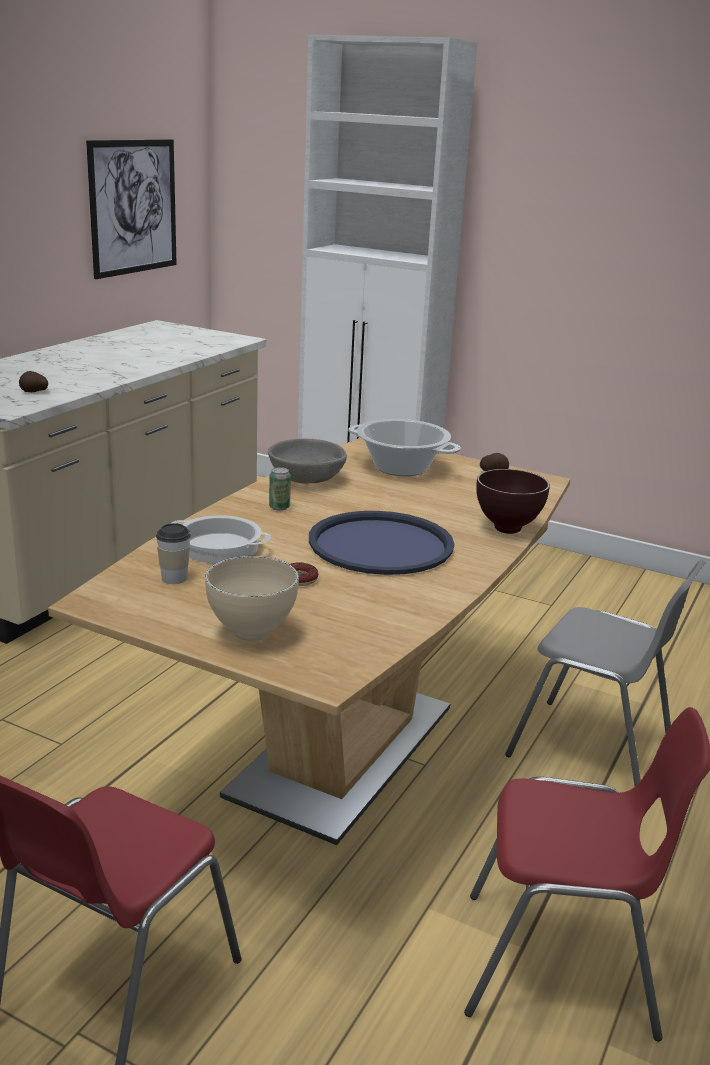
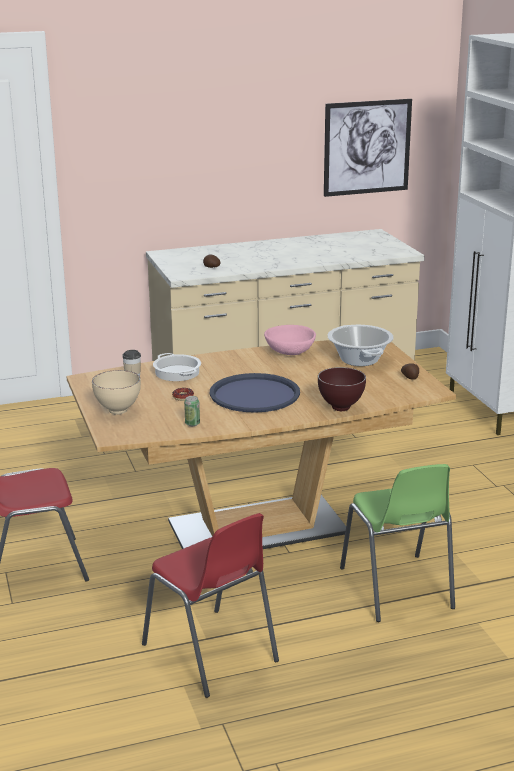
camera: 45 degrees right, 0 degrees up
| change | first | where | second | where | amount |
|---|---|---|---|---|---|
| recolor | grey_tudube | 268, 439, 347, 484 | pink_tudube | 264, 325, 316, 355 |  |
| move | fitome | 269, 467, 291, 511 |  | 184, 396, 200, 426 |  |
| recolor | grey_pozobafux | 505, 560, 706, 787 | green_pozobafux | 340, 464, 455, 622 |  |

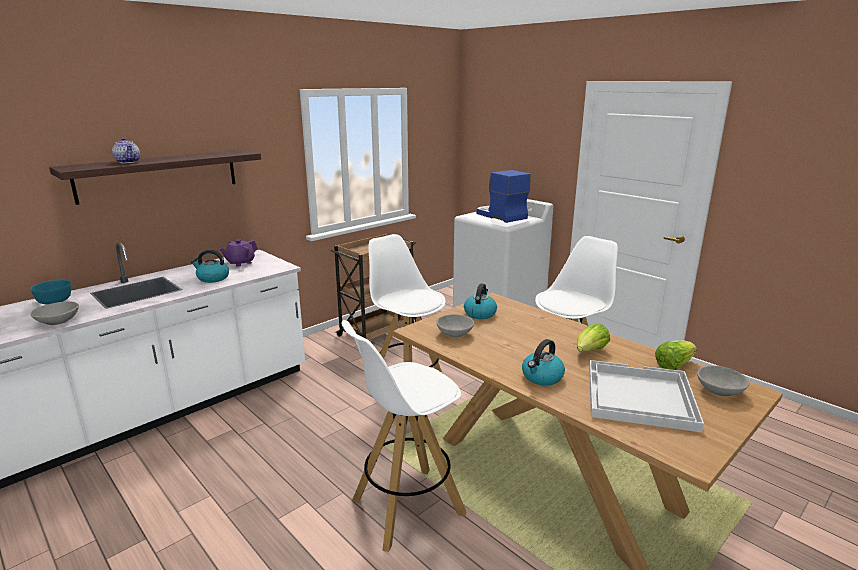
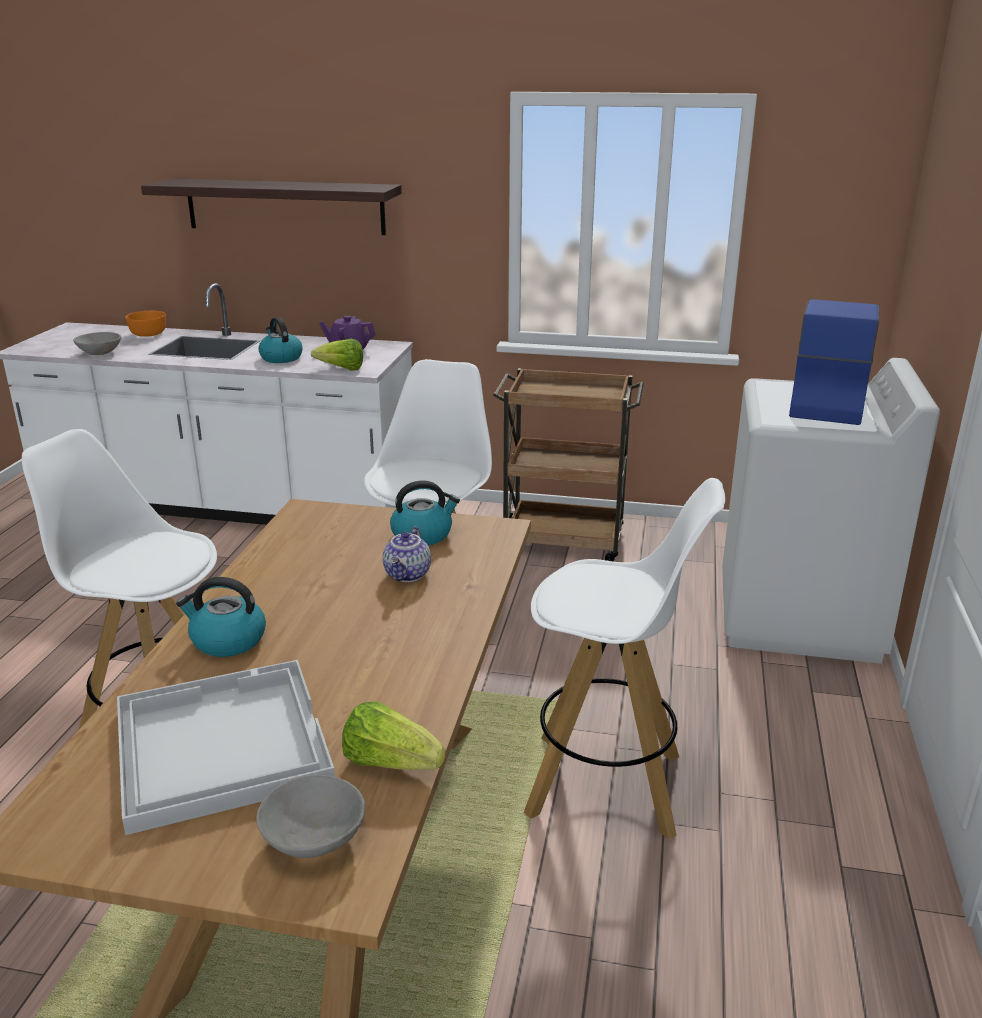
camera: 55 degrees right, 5 degrees up
| change | first | where | second | where | amount |
|---|---|---|---|---|---|
| move | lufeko | 112, 138, 140, 163 |  | 383, 526, 431, 582 |  |
| recolor | turquoise_tudube | 30, 280, 71, 304 | orange_tudube | 125, 311, 166, 337 |  |
| delete | grey_tudube | 436, 314, 474, 337 |  |  |  |
| move | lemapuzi | 577, 323, 610, 352 |  | 311, 339, 363, 370 |  |

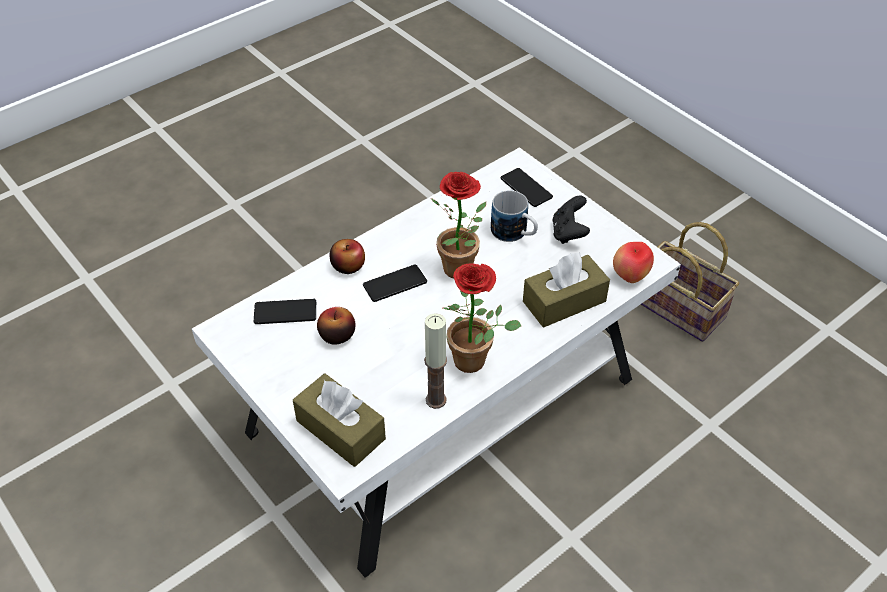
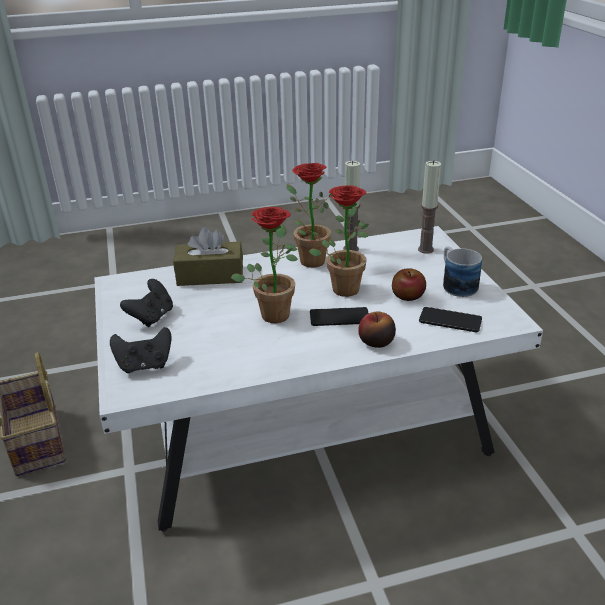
camera: 155 degrees left, 15 degrees down
| change | first | where | second | where | amount |
|---|---|---|---|---|---|
| replace | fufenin | 501, 168, 553, 207 | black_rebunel | 110, 327, 171, 373 |  |
| move | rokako | 491, 190, 538, 242 |  | 443, 246, 482, 297 |  |
| delete | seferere | 613, 242, 654, 283 |  |  |  |
| replace | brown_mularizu | 293, 373, 386, 467 | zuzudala | 418, 160, 441, 253 |  |
| insert |  |  | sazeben | 309, 185, 369, 297 |  |

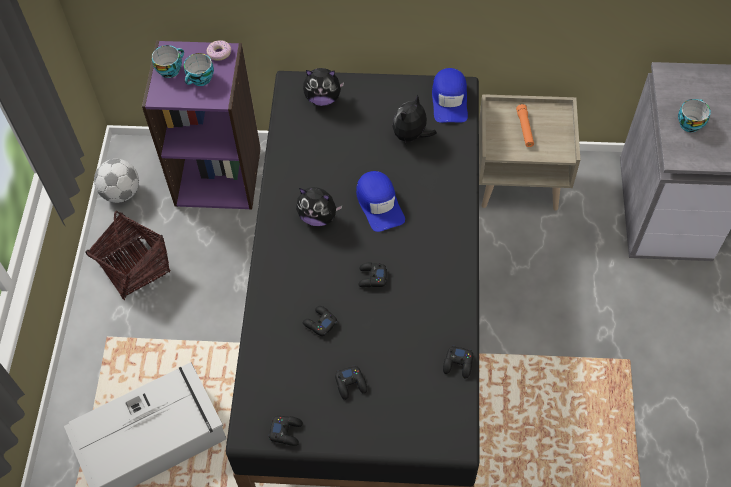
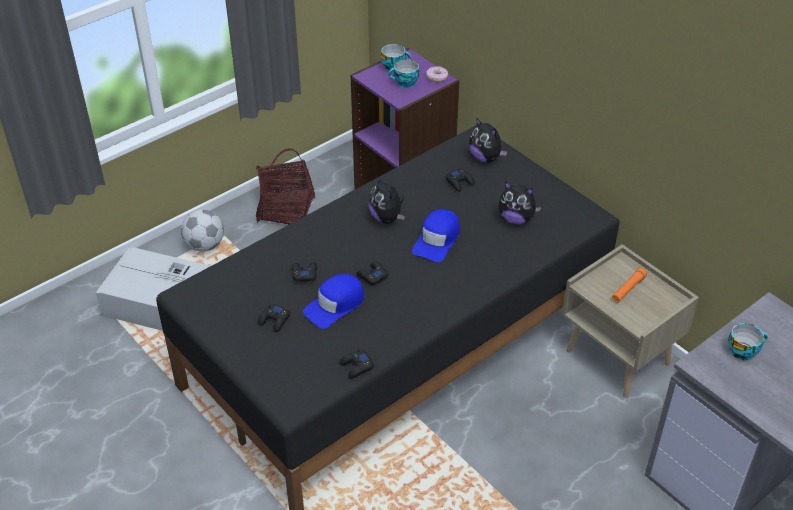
camera: 45 degrees right, 15 degrees down
| change | first | where | second | where | amount |
|---|---|---|---|---|---|
| move | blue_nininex | 432, 68, 468, 123 |  | 303, 274, 364, 329 |  |
| rotate | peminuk | 392, 94, 437, 146 |  | 498, 181, 542, 224 | 150 degrees counterclockwise |
| move | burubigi | 94, 159, 139, 203 |  | 181, 209, 224, 252 |  |
| move | black_rebunel | 268, 416, 303, 446 |  | 446, 169, 474, 191 |  |

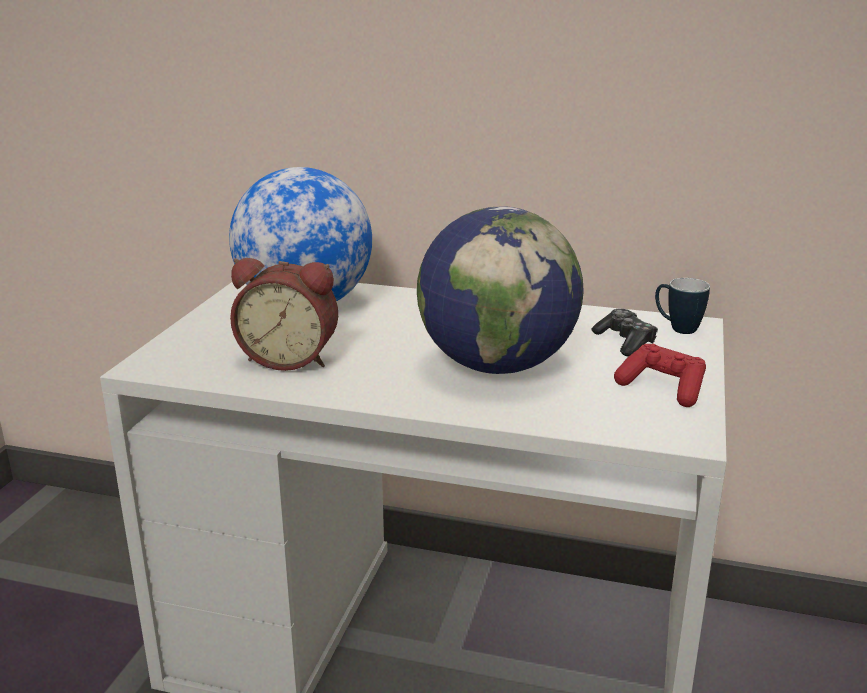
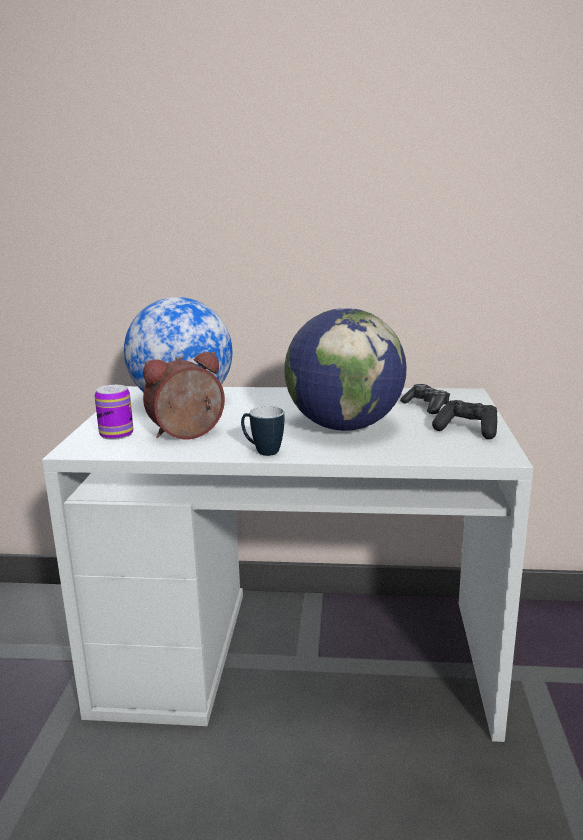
camera: 10 degrees left, 5 degrees down
| change | first | where | second | where | amount |
|---|---|---|---|---|---|
| rotate | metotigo | 230, 258, 338, 371 |  | 143, 351, 225, 439 | 150 degrees clockwise |
| move | rokako | 655, 278, 710, 334 |  | 241, 406, 285, 456 |  |
| recolor | red_rebunel | 614, 343, 706, 407 | black_rebunel | 432, 400, 497, 439 |  |
| insert |  |  | fitome | 95, 385, 133, 440 |  |

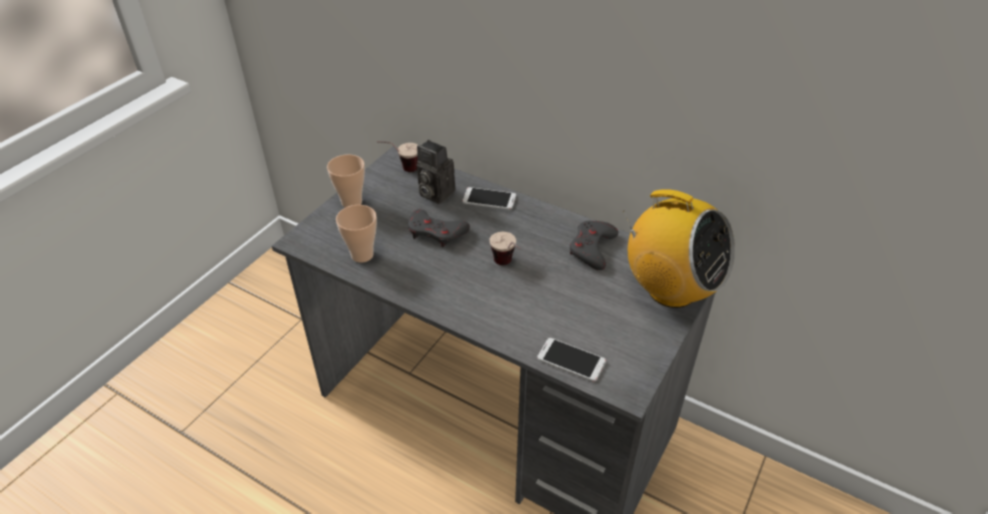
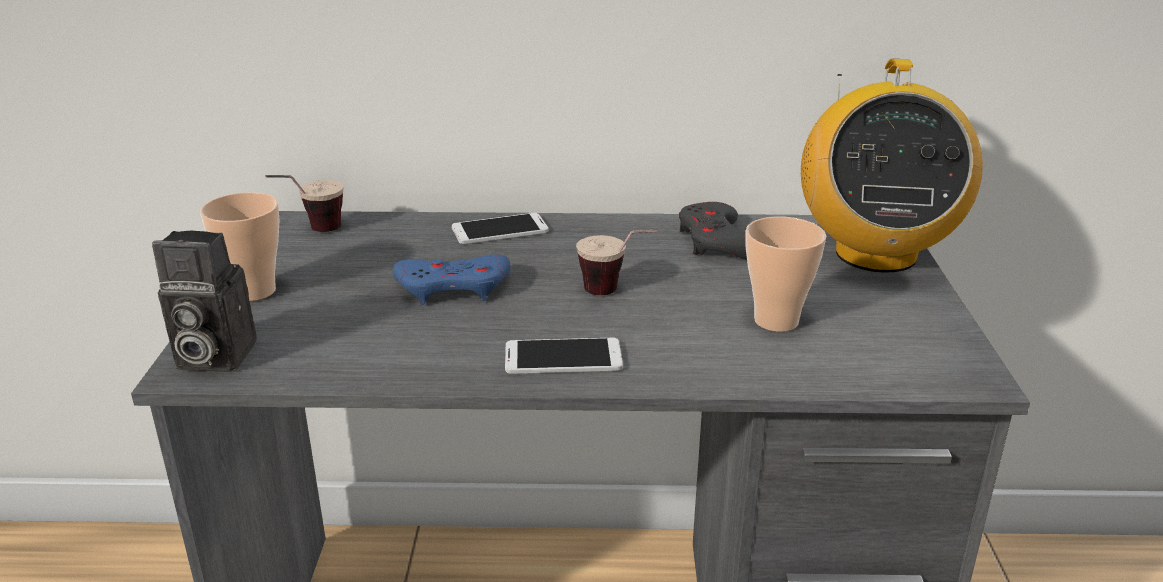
camera: 30 degrees left, 15 degrees down
| change | first | where | second | where | amount |
|---|---|---|---|---|---|
| move | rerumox | 417, 140, 455, 204 |  | 152, 231, 257, 372 |  |
| rotate | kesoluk | 622, 189, 735, 308 |  | 801, 59, 983, 273 | 90 degrees clockwise |
| move | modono | 336, 205, 377, 263 |  | 746, 217, 826, 332 |  |
| recolor | grey_rebunel | 408, 209, 470, 247 | blue_rebunel | 393, 254, 510, 305 |  |
| move | fufenin | 537, 338, 606, 382 |  | 505, 338, 623, 374 |  |

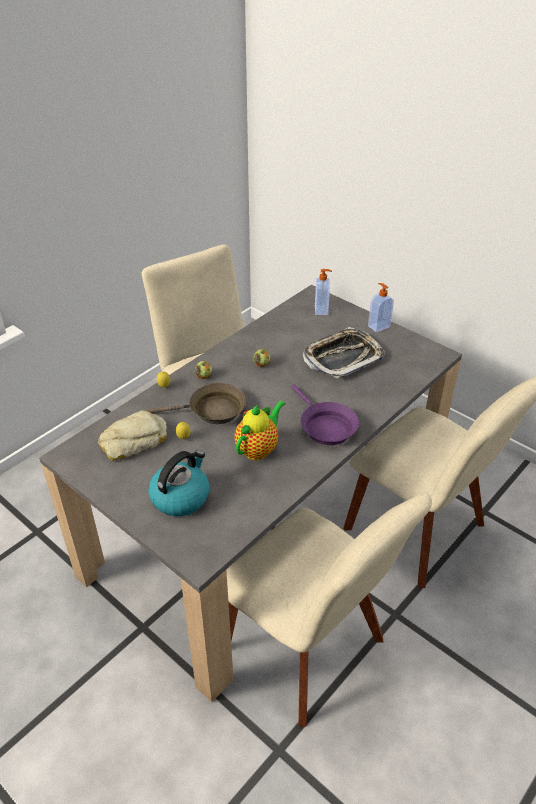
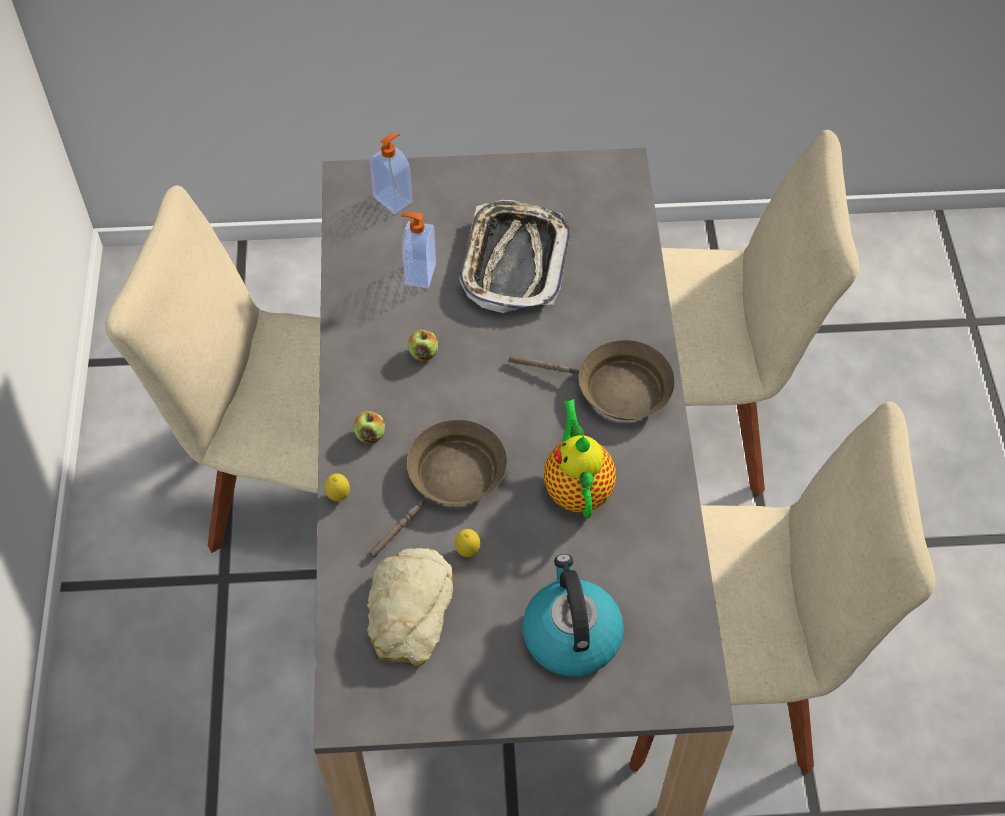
camera: 45 degrees left, 15 degrees up
| change | first | where | second | where | amount |
|---|---|---|---|---|---|
| move | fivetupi | 368, 283, 394, 332 |  | 401, 212, 436, 289 |  |
| recolor | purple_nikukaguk | 291, 384, 359, 445 | brown_nikukaguk | 509, 340, 675, 420 |  |

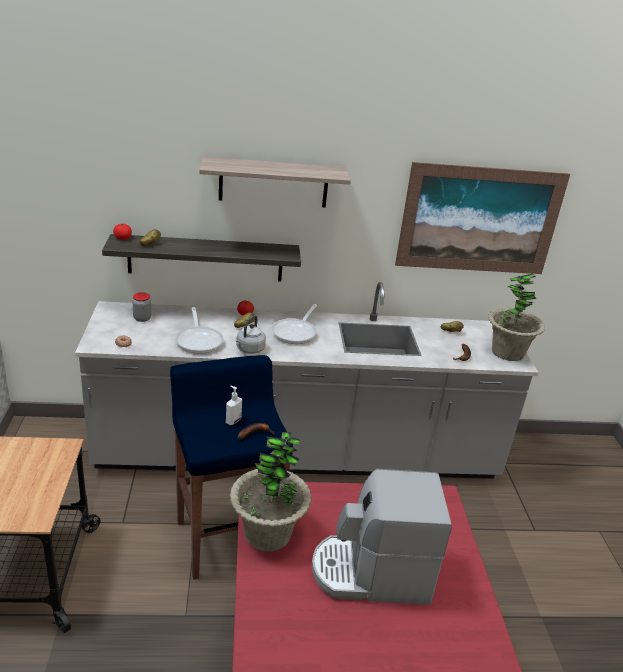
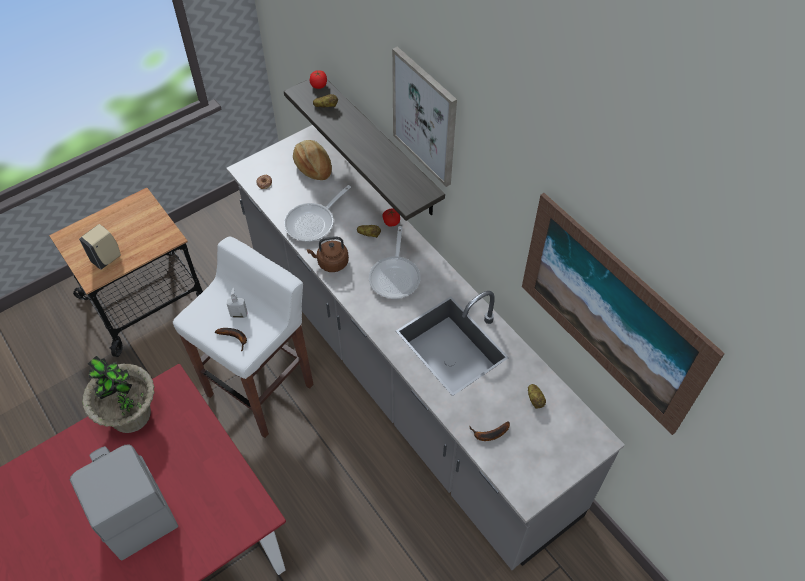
camera: 60 degrees right, 25 degrees up
| change | first | where | second | where | amount |
|---|---|---|---|---|---|
| replace | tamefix | 199, 157, 351, 208 | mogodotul | 392, 47, 457, 187 |  |
| delete | sazeben | 488, 273, 545, 361 |  |  |  |
| replace | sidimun | 132, 292, 151, 322 | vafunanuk | 293, 140, 332, 180 |  |
| rotate | nikukaguk | 271, 304, 317, 344 |  | 369, 226, 421, 299 | 75 degrees counterclockwise |
| recolor | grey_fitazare | 236, 315, 266, 354 | brown_fitazare | 307, 237, 349, 272 |  |
| recolor | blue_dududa | 170, 355, 293, 580 | white_dududa | 173, 236, 314, 438 |  |
| insert |  |  | beige_fivetupi | 79, 224, 121, 270 |  |

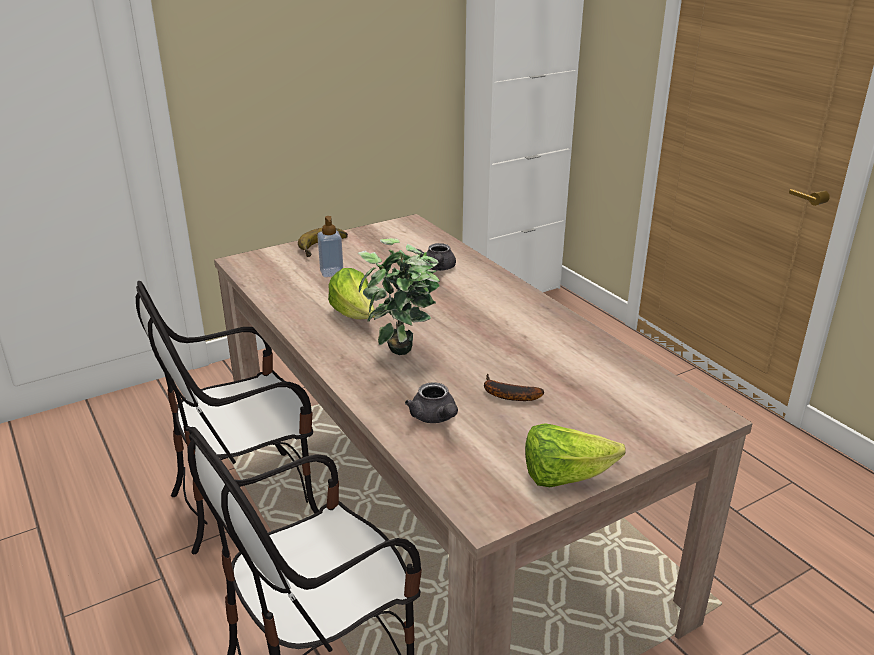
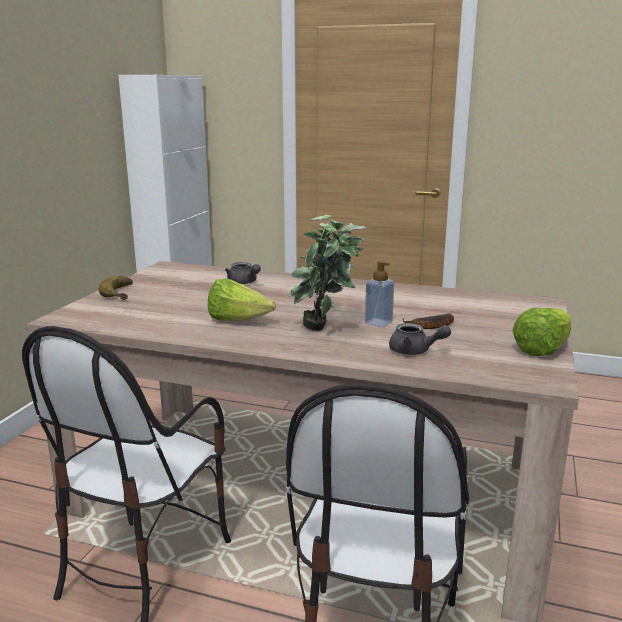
camera: 40 degrees left, 10 degrees down
| change | first | where | second | where | amount |
|---|---|---|---|---|---|
| move | fivetupi | 317, 216, 343, 277 |  | 365, 261, 394, 327 |  |

